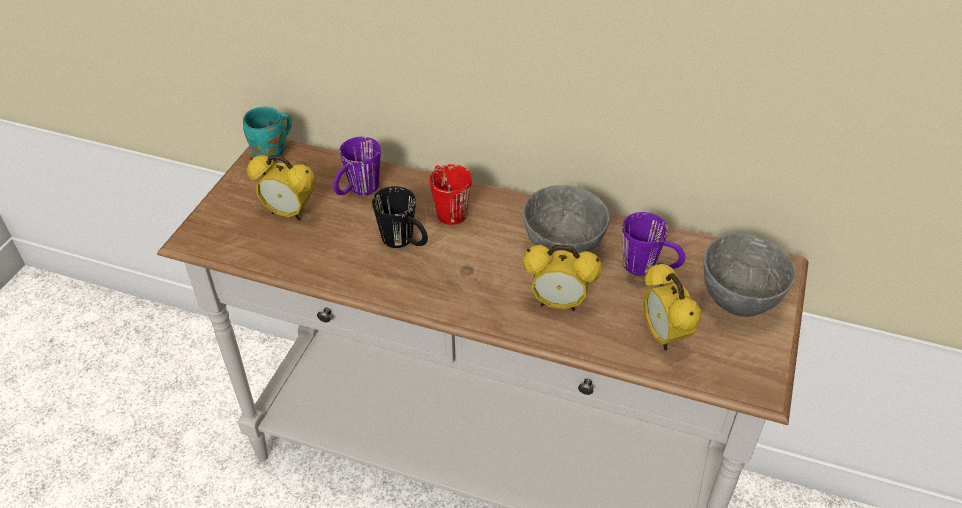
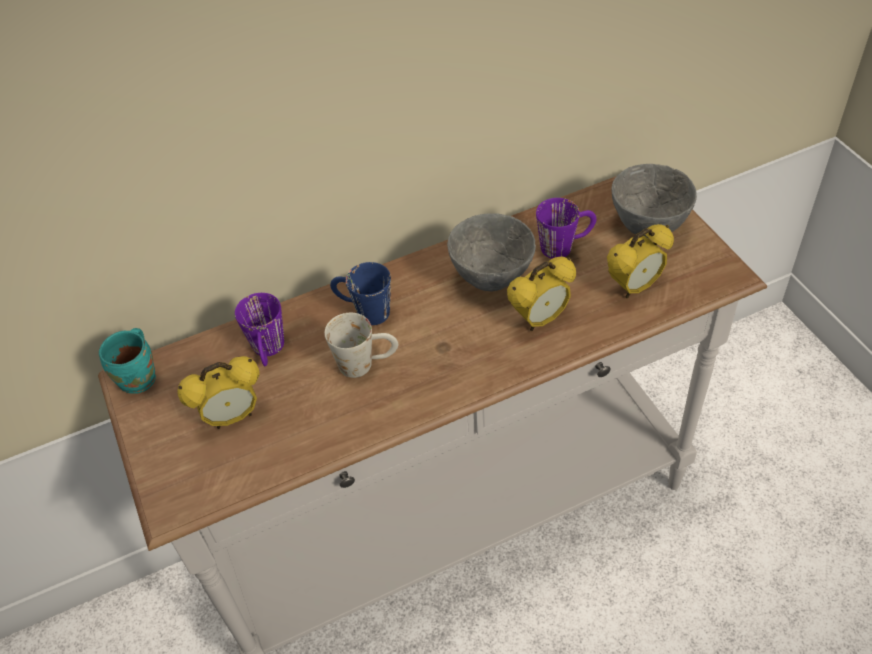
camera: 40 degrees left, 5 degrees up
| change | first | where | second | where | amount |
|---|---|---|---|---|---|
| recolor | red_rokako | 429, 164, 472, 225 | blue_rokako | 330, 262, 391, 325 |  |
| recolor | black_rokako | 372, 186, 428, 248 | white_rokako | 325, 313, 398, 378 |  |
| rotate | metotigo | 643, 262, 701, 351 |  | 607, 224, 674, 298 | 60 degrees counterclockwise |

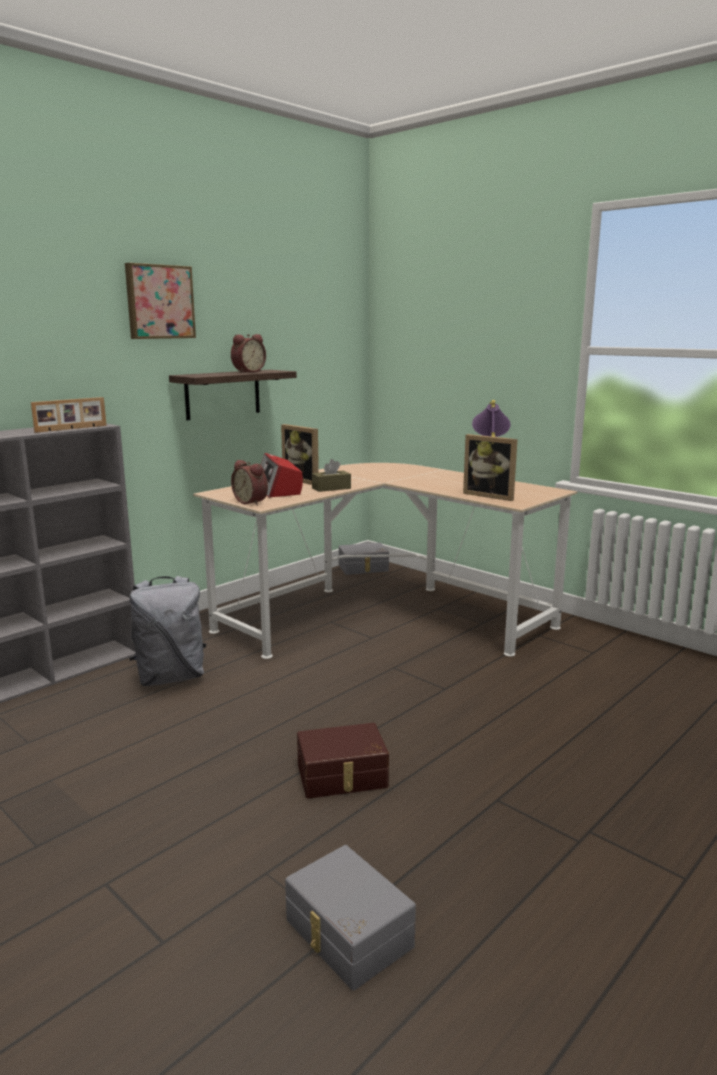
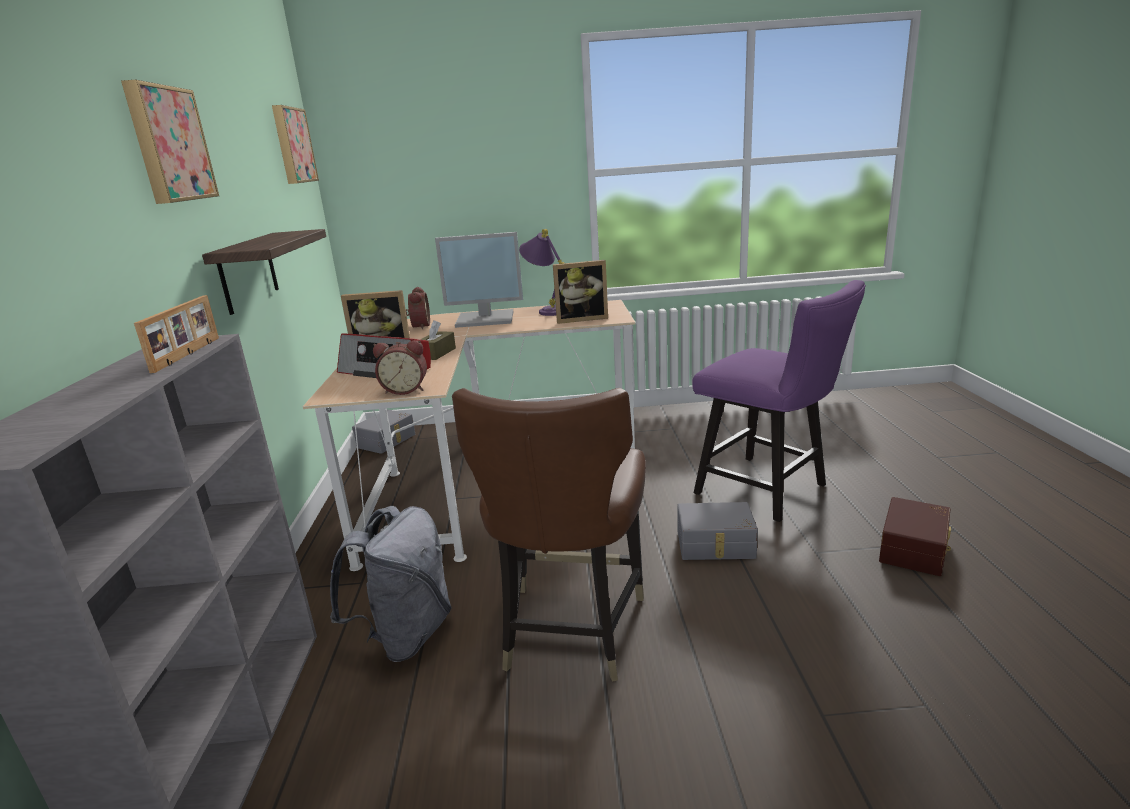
camera: 45 degrees left, 5 degrees up
| change | first | where | second | where | amount |
|---|---|---|---|---|---|
| move | metotigo | 231, 334, 266, 373 |  | 406, 287, 430, 329 |  |
| move | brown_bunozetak | 297, 723, 389, 799 |  | 879, 497, 951, 576 |  |
| move | grey_bunozetak | 285, 845, 416, 990 |  | 677, 502, 758, 560 |  |
| insert |  |  | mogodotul | 272, 105, 319, 184 |  |
| insert |  |  | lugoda | 435, 232, 523, 328 |  |
| insert |  |  | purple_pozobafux | 692, 280, 866, 522 |  |
| insert |  |  | brown_pozobafux | 452, 388, 646, 682 |  |

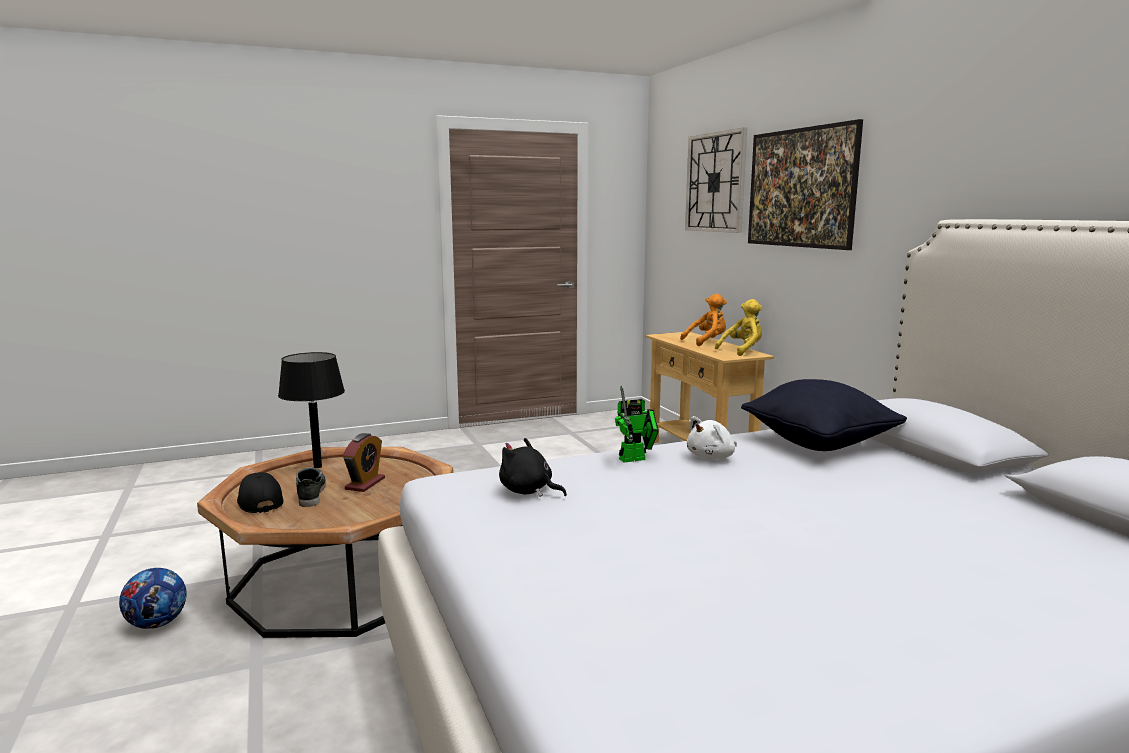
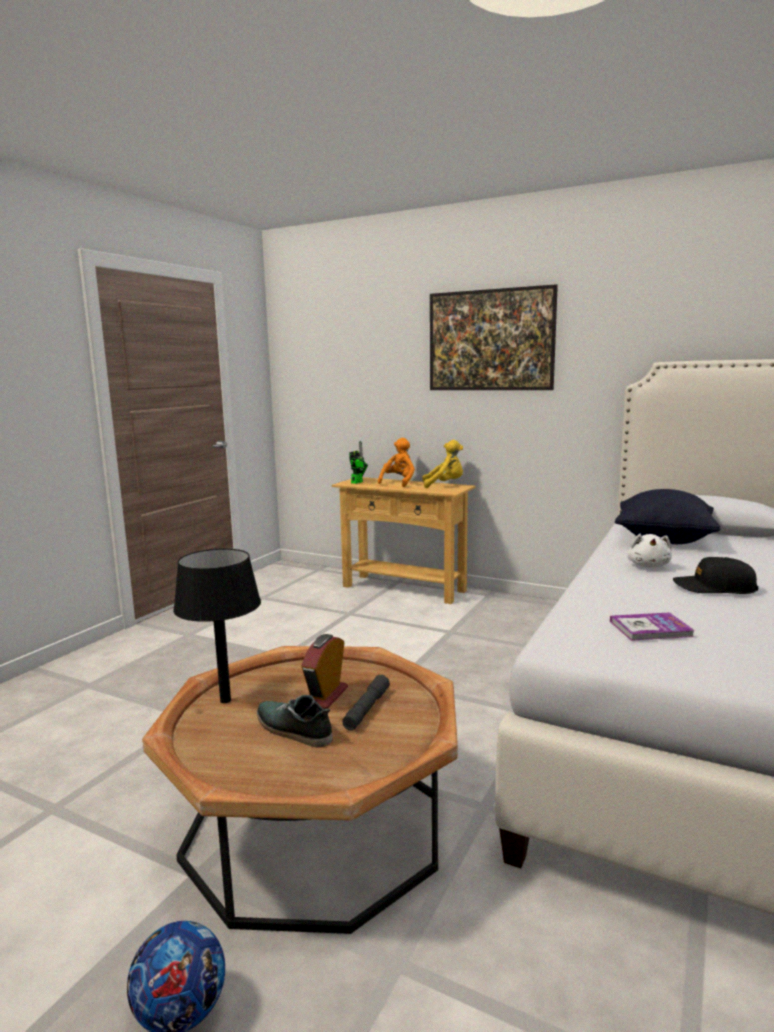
camera: 40 degrees left, 0 degrees up
| change | first | where | second | where | amount |
|---|---|---|---|---|---|
| delete | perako | 685, 127, 747, 233 |  |  |  |
| rotate | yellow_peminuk | 715, 299, 763, 356 |  | 423, 440, 463, 488 | 75 degrees clockwise |
| move | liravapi | 615, 385, 659, 463 |  | 349, 441, 368, 484 |  |
| rotate | metotigo | 343, 433, 385, 492 |  | 301, 634, 348, 709 | 135 degrees counterclockwise |
| replace | black_peminuk | 499, 438, 567, 497 | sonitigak | 610, 612, 695, 641 |  |
| move | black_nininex | 237, 472, 284, 513 |  | 673, 557, 758, 594 |  |
| insert |  |  | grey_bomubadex | 342, 675, 390, 730 |  |

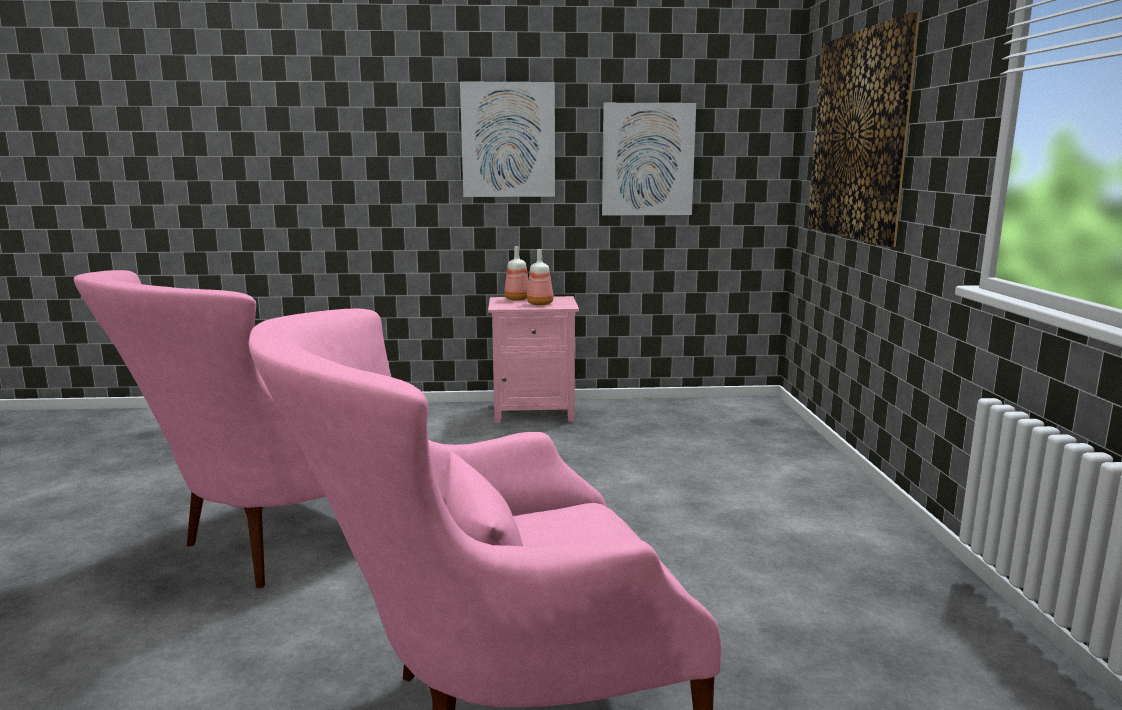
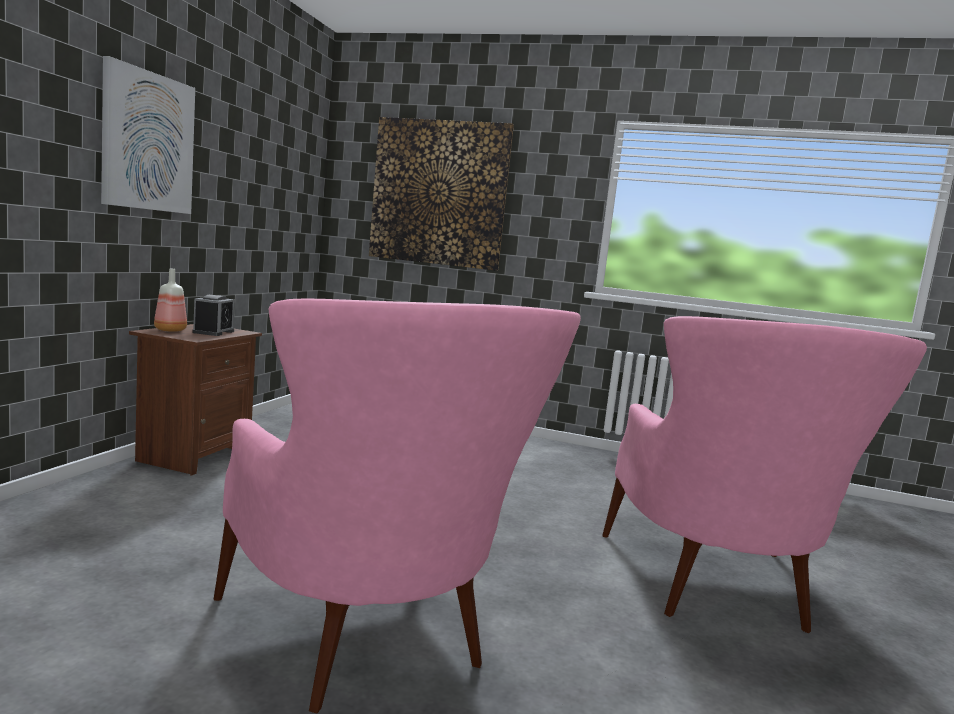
camera: 70 degrees left, 5 degrees down
| change | first | where | second | where | amount |
|---|---|---|---|---|---|
| delete | mogodotul | 602, 103, 696, 215 |  |  |  |
| replace | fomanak | 527, 249, 553, 305 | metotigo | 192, 295, 235, 336 |  |
| recolor | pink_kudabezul | 488, 296, 579, 423 | brown_kudabezul | 129, 324, 262, 476 |  |

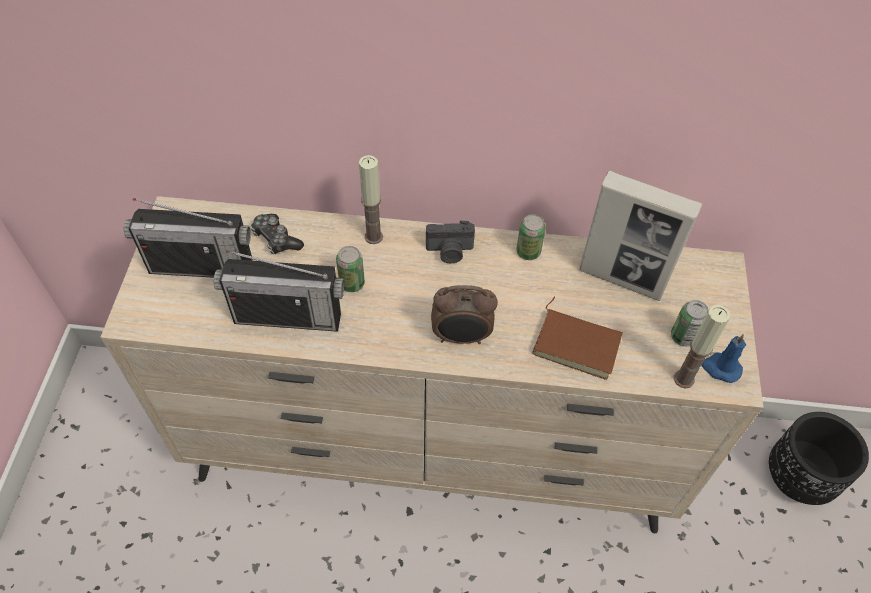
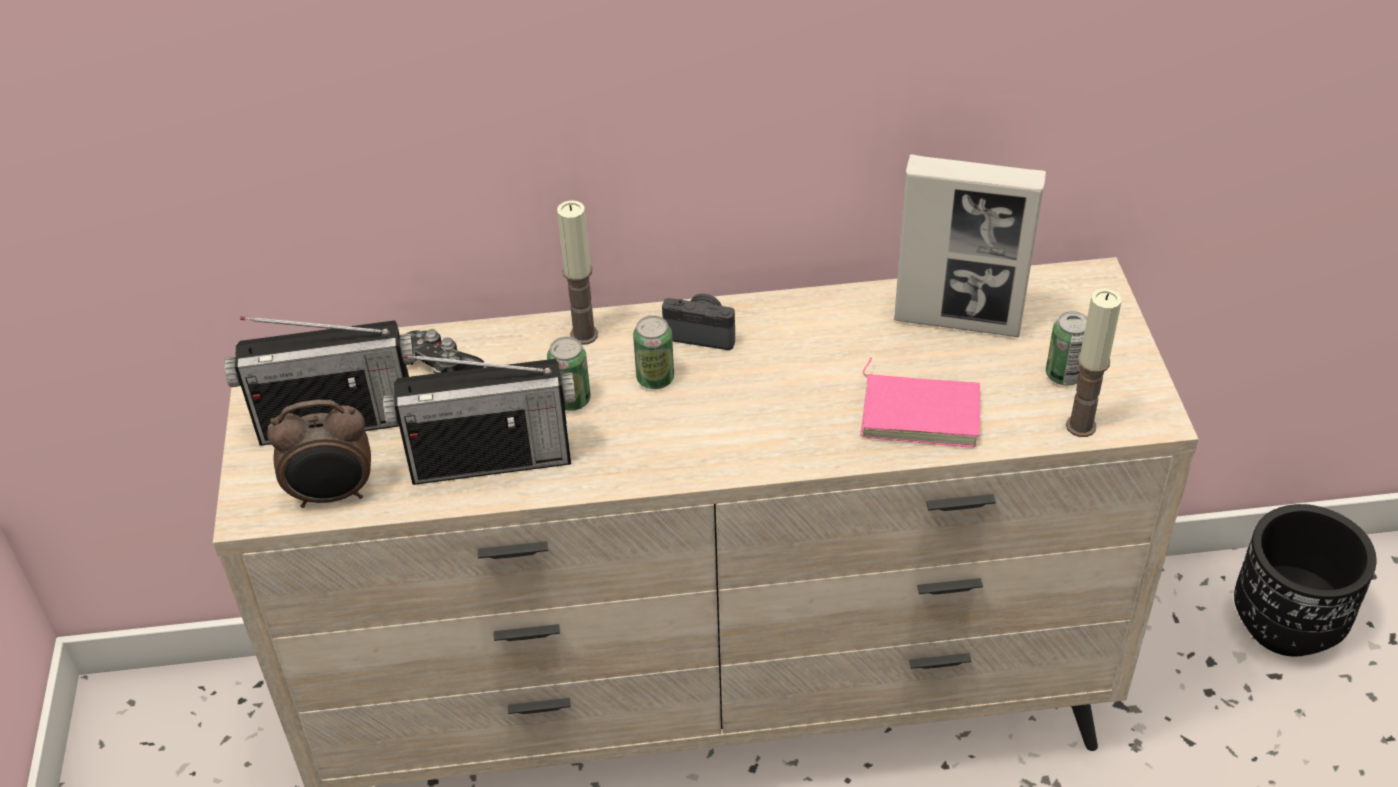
camera: 10 degrees left, 10 degrees down
| change | first | where | second | where | amount |
|---|---|---|---|---|---|
| move | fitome | 516, 214, 546, 260 |  | 633, 316, 674, 389 |  |
| rotate | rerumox | 426, 221, 475, 264 |  | 662, 294, 735, 350 | 150 degrees counterclockwise |
| move | metotigo | 431, 285, 498, 344 |  | 267, 400, 371, 508 |  |
| recolor | brown_sonitigak | 532, 296, 623, 380 | pink_sonitigak | 860, 358, 980, 448 |  |
| delete | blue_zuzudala | 702, 334, 746, 383 |  |  |  |

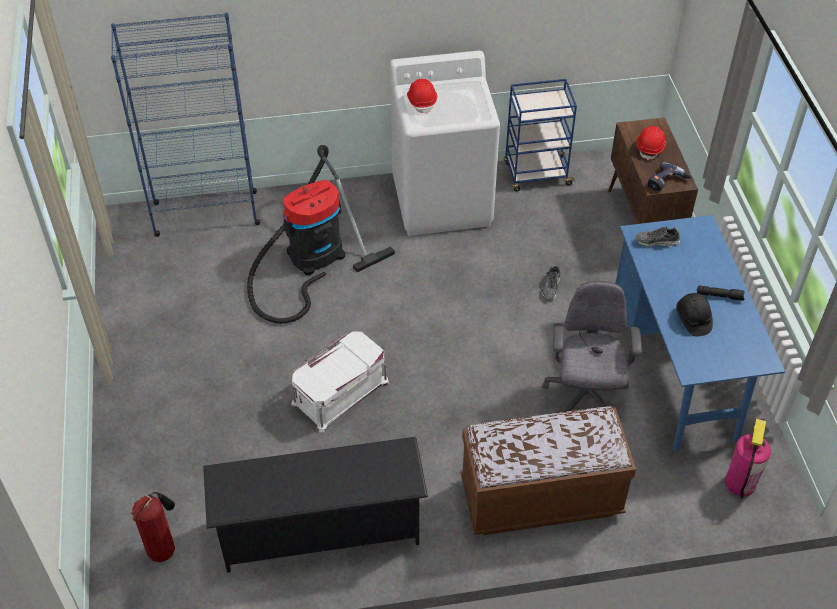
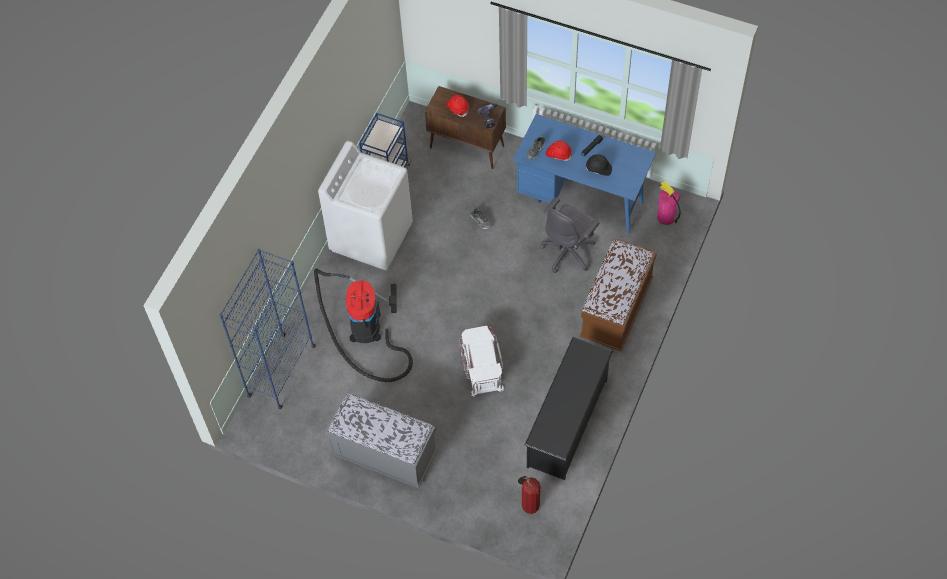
camera: 55 degrees left, 10 degrees up
| change | first | where | second | where | amount |
|---|---|---|---|---|---|
| move | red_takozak | 407, 79, 437, 114 |  | 546, 141, 572, 161 |  |
| rotate | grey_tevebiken | 542, 281, 642, 412 |  | 540, 197, 599, 273 | 90 degrees counterclockwise |
| insert |  |  | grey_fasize | 325, 393, 438, 488 |  |

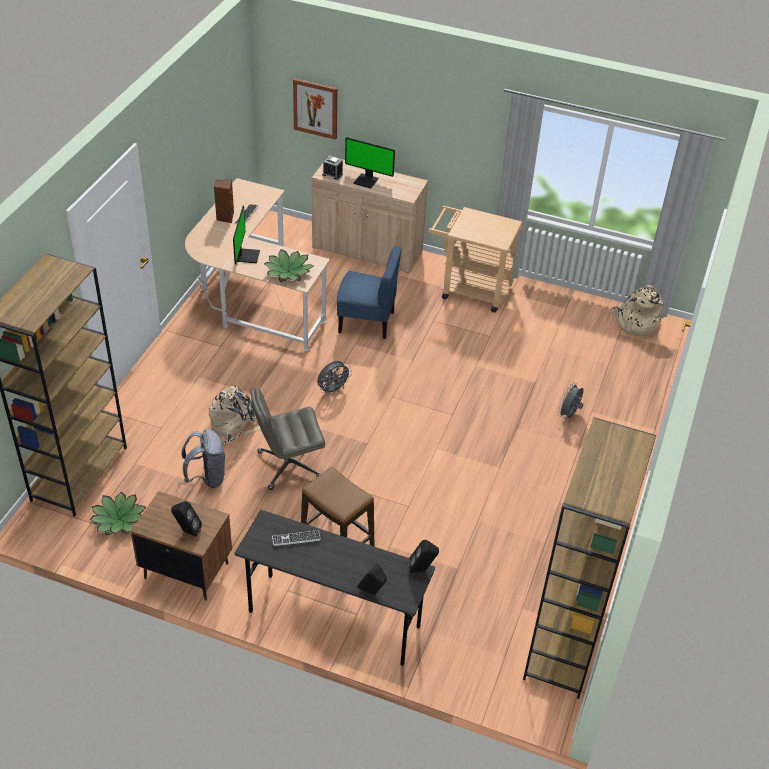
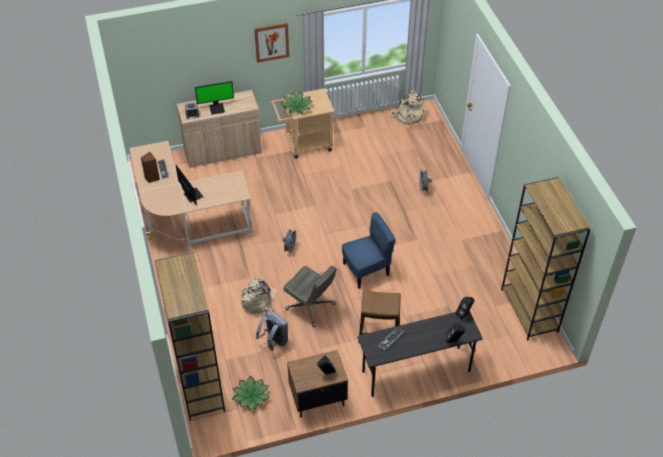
camera: 35 degrees left, 5 degrees up
| change | first | where | second | where | amount |
|---|---|---|---|---|---|
| move | mogodotul | 293, 78, 338, 140 |  | 254, 23, 289, 63 |  |
| move | blue_pozobafux | 337, 246, 402, 339 |  | 342, 212, 396, 289 |  |
| move | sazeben | 264, 249, 313, 282 |  | 281, 92, 313, 114 |  |
| rotate | grey_tevebiken | 250, 388, 325, 490 |  | 283, 265, 336, 327 | 90 degrees counterclockwise |

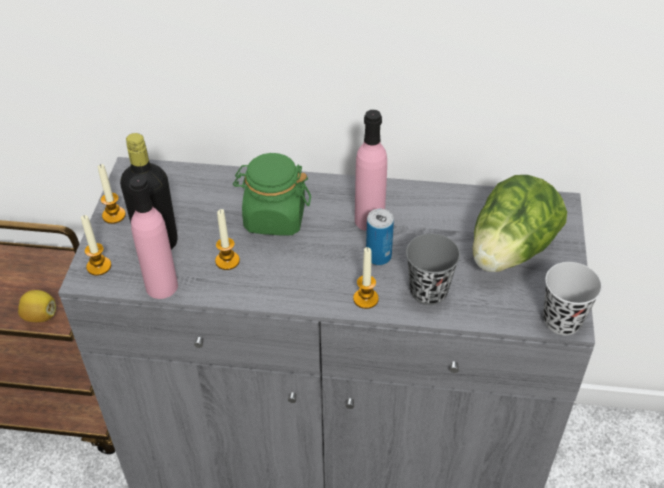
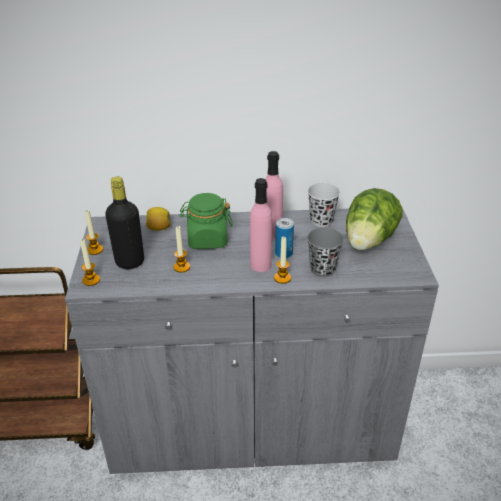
camera: 10 degrees left, 10 degrees down
| change | first | where | second | where | amount |
|---|---|---|---|---|---|
| move | pink_fomanak | 129, 175, 178, 299 |  | 250, 178, 272, 272 |  |
| move | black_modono | 543, 262, 602, 335 |  | 308, 183, 340, 227 |  |
| move | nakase | 18, 290, 56, 322 |  | 146, 207, 171, 231 |  |

